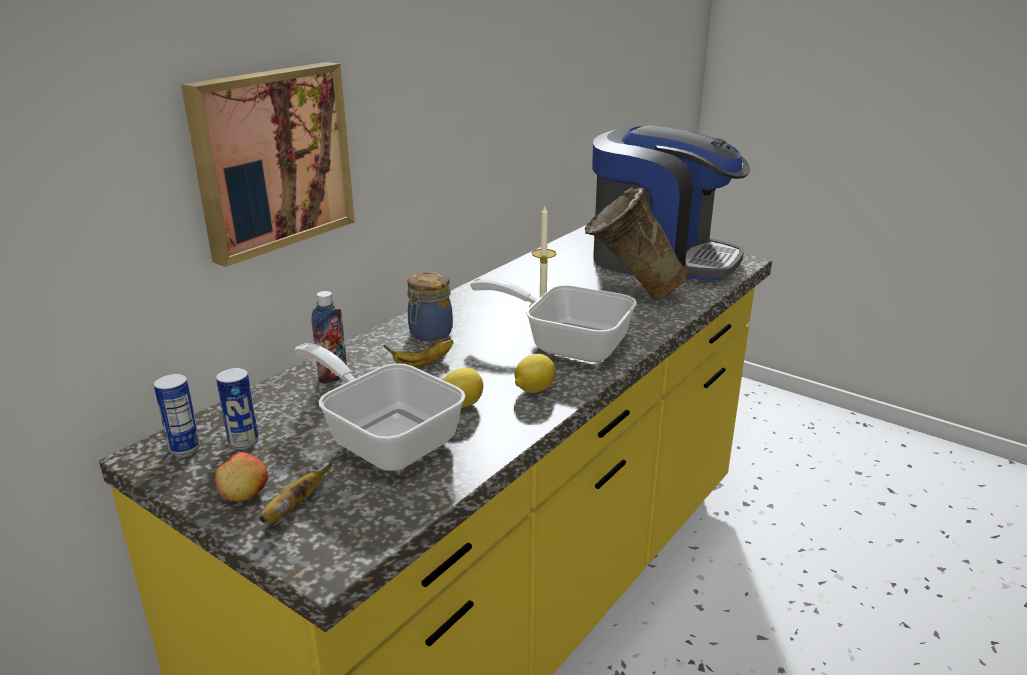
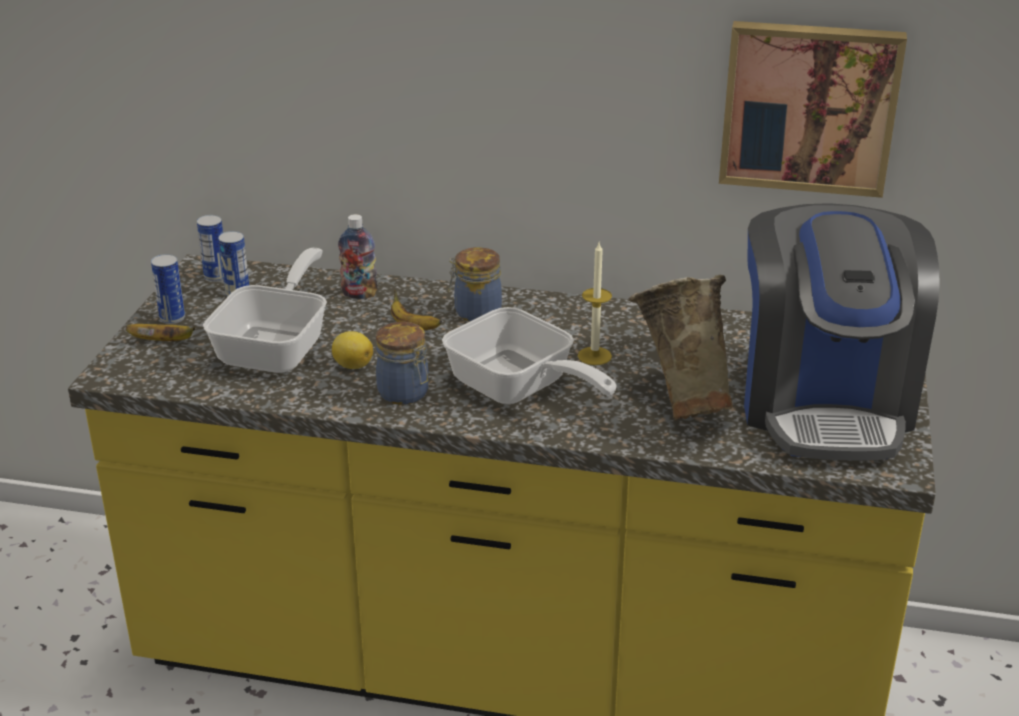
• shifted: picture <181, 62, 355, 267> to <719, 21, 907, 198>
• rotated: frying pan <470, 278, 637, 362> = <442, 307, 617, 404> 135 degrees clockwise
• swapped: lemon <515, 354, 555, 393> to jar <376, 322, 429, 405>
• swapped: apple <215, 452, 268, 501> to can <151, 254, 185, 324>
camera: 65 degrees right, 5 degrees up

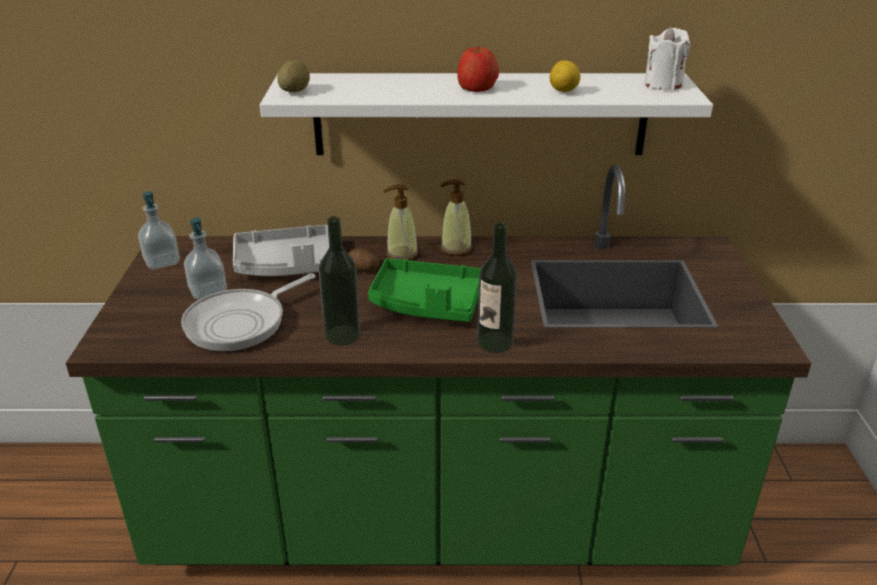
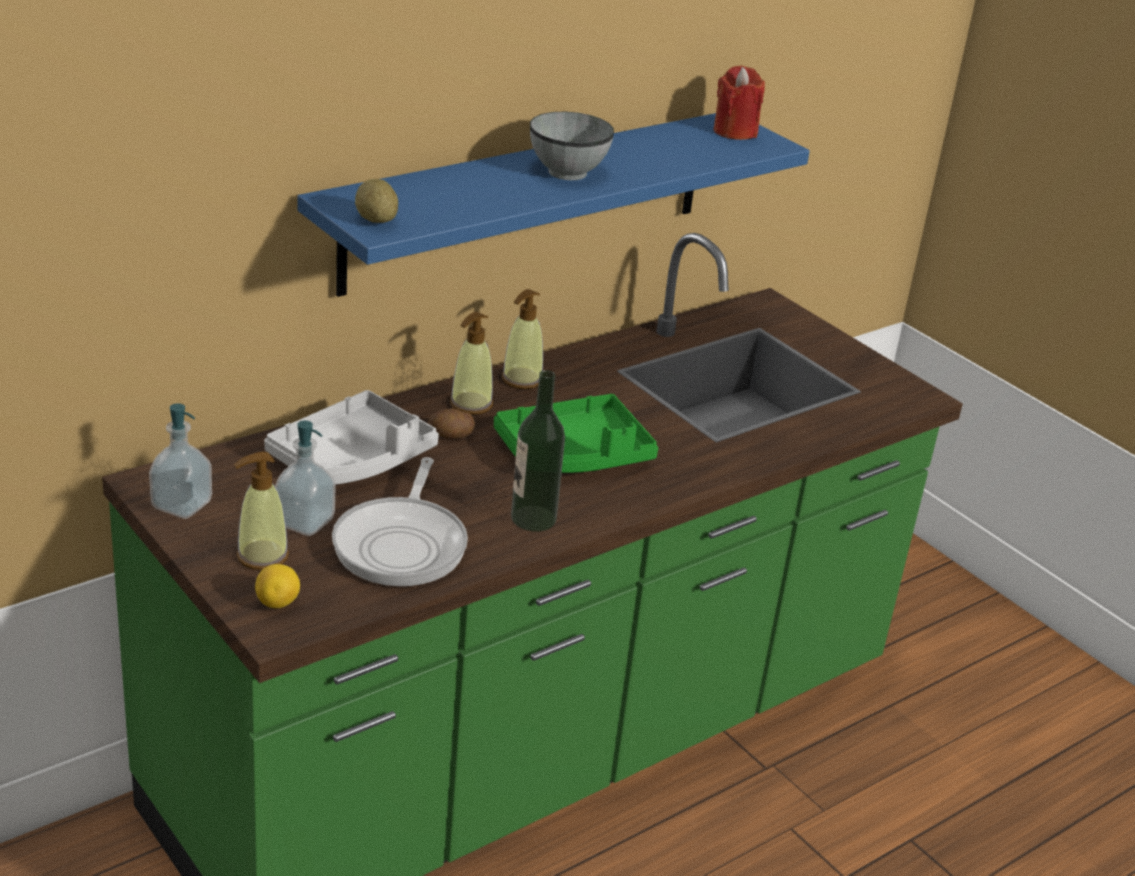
• repainted: white candle <644, 27, 690, 90> to red candle <714, 65, 765, 140>
• swapped: apple <457, 47, 499, 92> to grey bowl <530, 112, 614, 180>
• shifted: lemon <550, 60, 580, 92> to <255, 564, 300, 608>
• repainted: white shelf <260, 73, 713, 155> to blue shelf <297, 113, 810, 297>
• gone: bottle <477, 222, 517, 353>
• new: soap dispenser <234, 452, 289, 570>
camera: 40 degrees left, 0 degrees up

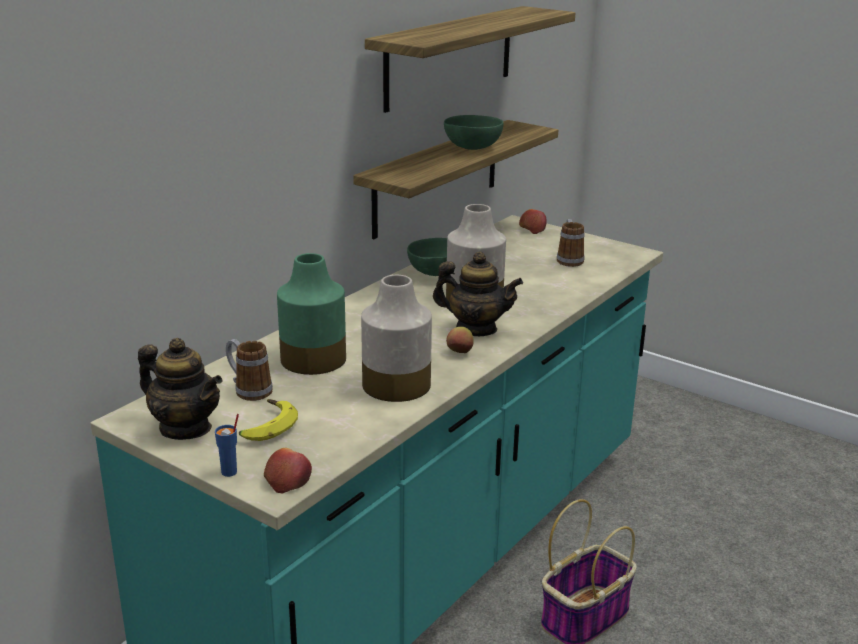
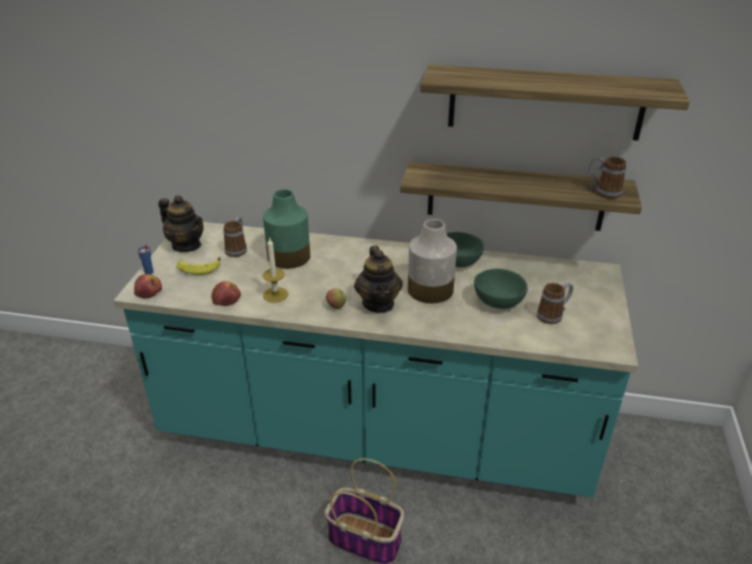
• shifted: green bowl <444, 115, 503, 150> to <474, 269, 528, 309>
• shifted: apple <519, 209, 547, 234> to <212, 281, 241, 306>
• swapped: beige vase <361, 275, 432, 402> to candle <263, 237, 288, 303>
• rotated: teapot <138, 338, 223, 440> = <158, 195, 204, 252> 60 degrees counterclockwise
• new: mug <589, 157, 626, 199>
camera: 65 degrees right, 10 degrees up

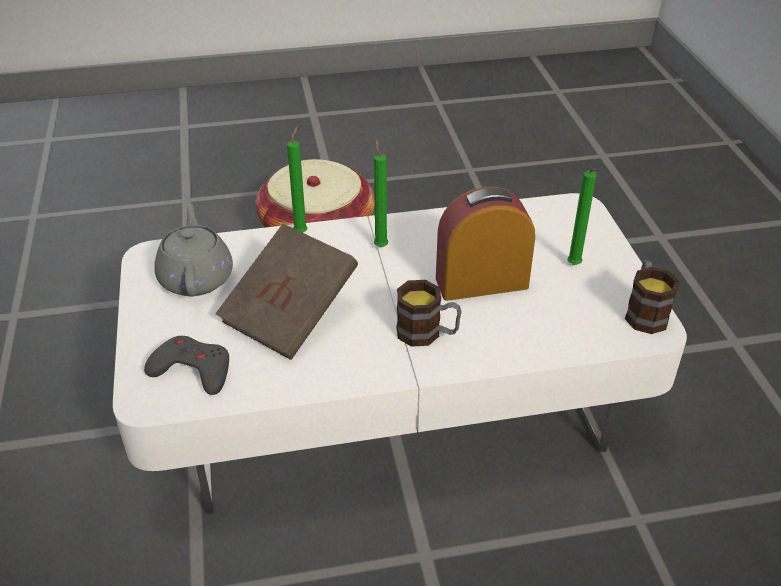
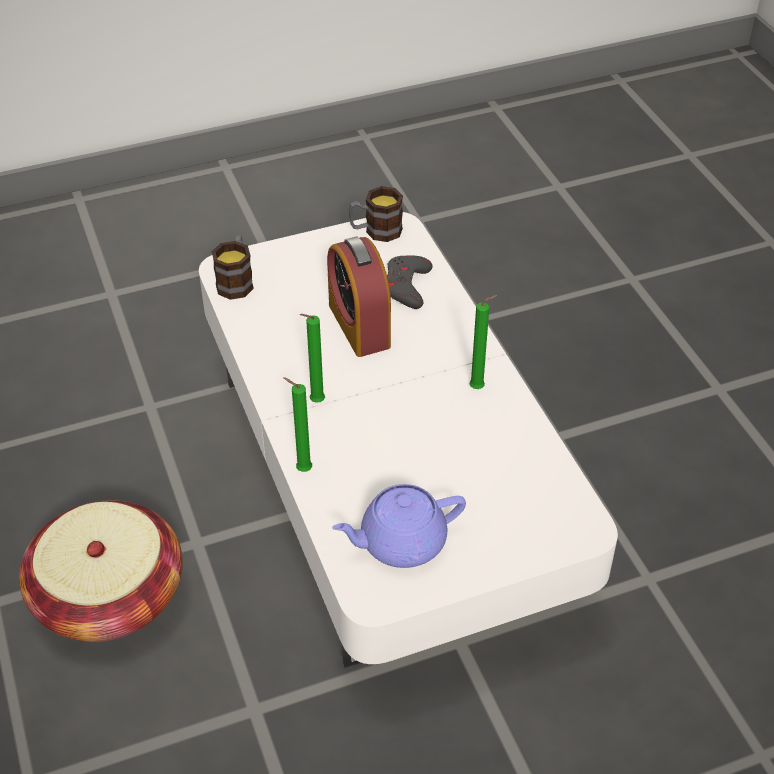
• shifted: green candle <567, 169, 597, 265> to <469, 295, 497, 389>
• repainted: grey teapot <154, 204, 233, 297> to purple teapot <332, 484, 466, 568>
• gone: brown book <215, 224, 358, 360>
• shifted: mug <396, 280, 461, 347> to <212, 235, 254, 300>
• shifted: grey game controller <144, 336, 229, 395> to <387, 255, 433, 309>
camera: 100 degrees left, 5 degrees up

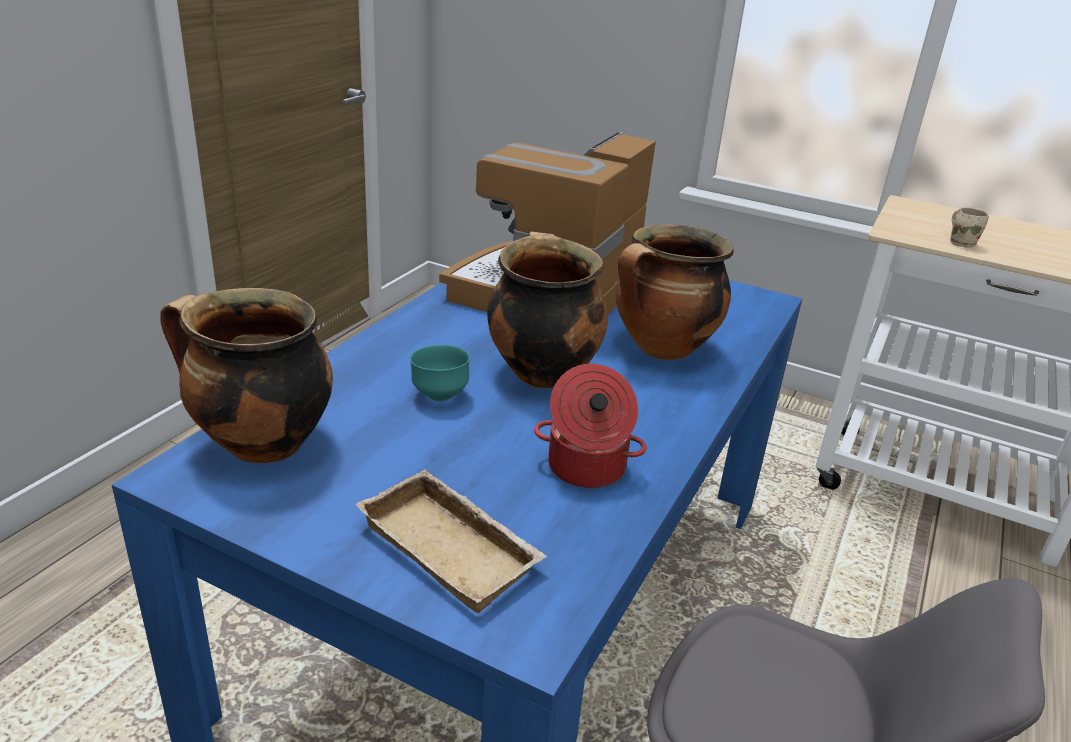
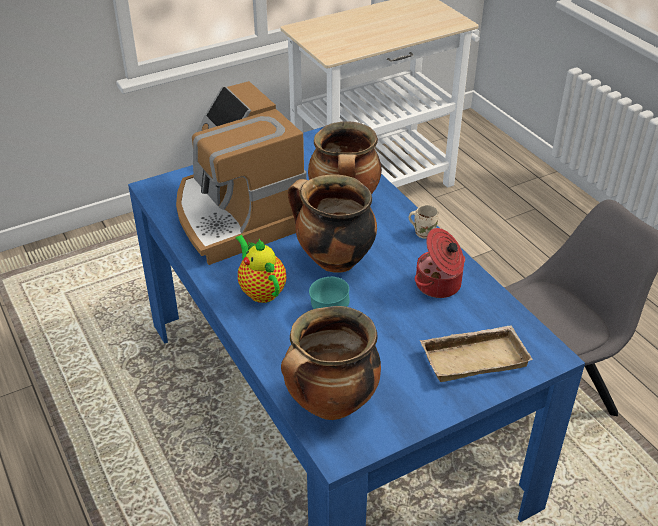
• shifted: beige mug <950, 207, 989, 248> to <409, 205, 439, 239>
• new: teapot <236, 235, 286, 303>
camera: 55 degrees left, 10 degrees up

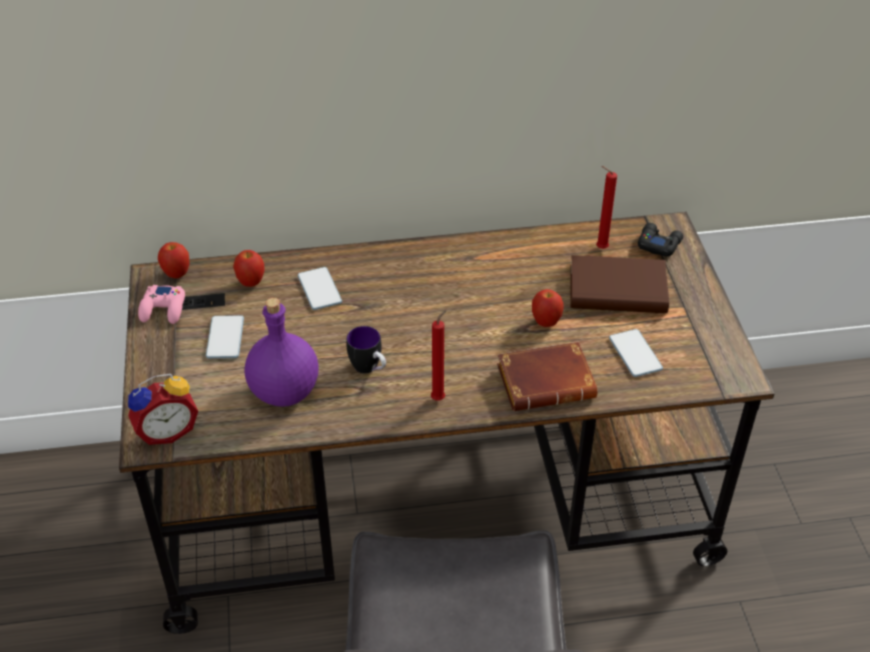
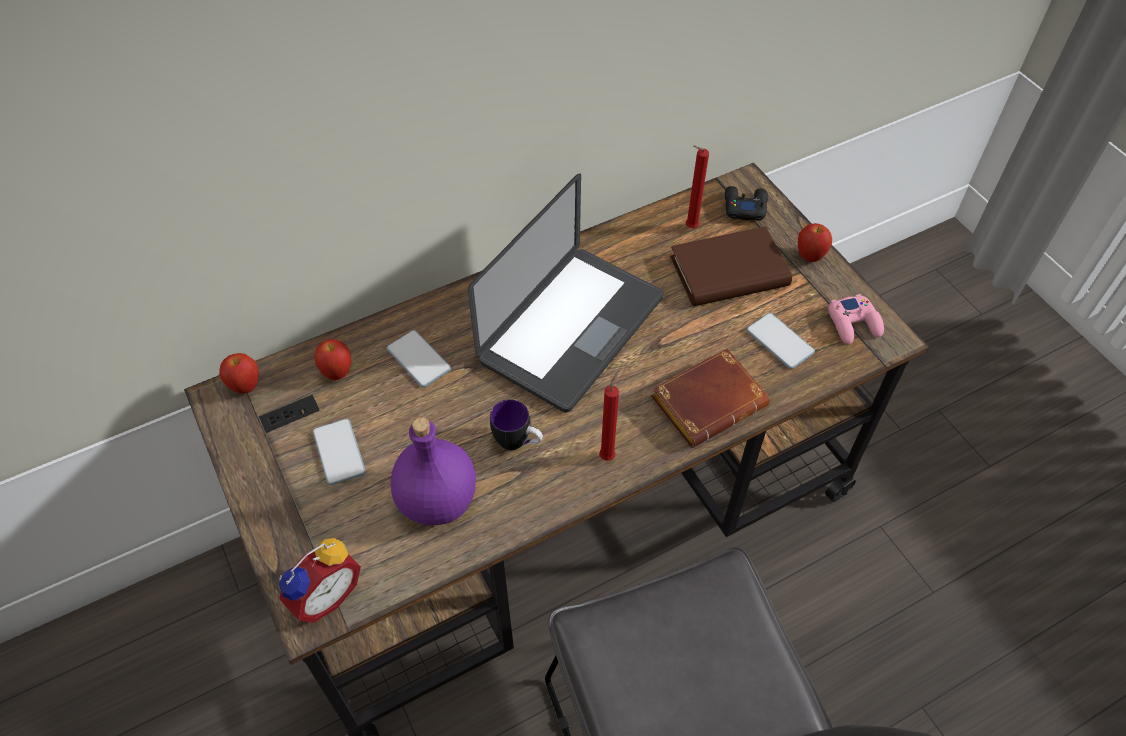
• shifted: pink game controller <138, 285, 185, 324> to <828, 294, 884, 345>
• shifted: apple <532, 289, 564, 327> to <798, 223, 832, 262>
• new: laptop <468, 173, 664, 413>
camera: 20 degrees left, 10 degrees up

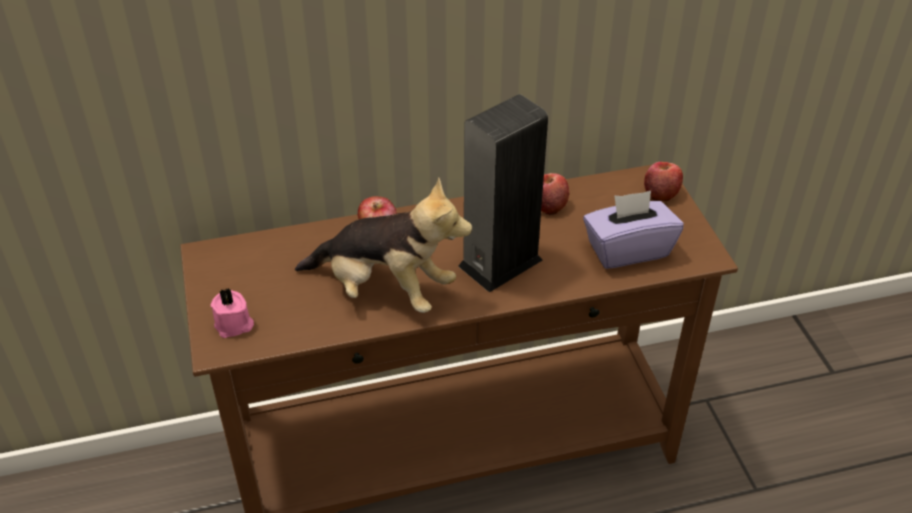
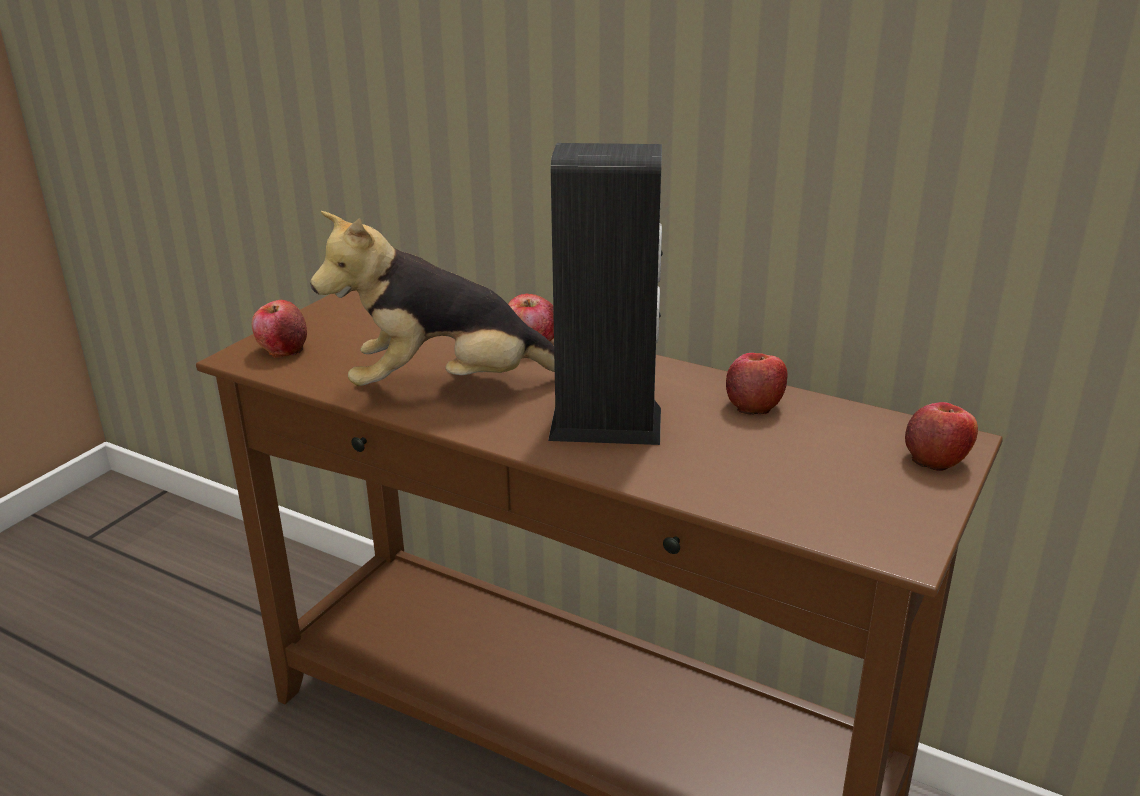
• rotated: plush toy <295, 177, 472, 313> = <310, 211, 555, 386> 105 degrees clockwise
• gone: purple tissue box <583, 191, 684, 269>
• swapped: pink candle <211, 288, 254, 338> to apple <252, 300, 307, 358>
camera: 45 degrees right, 15 degrees down

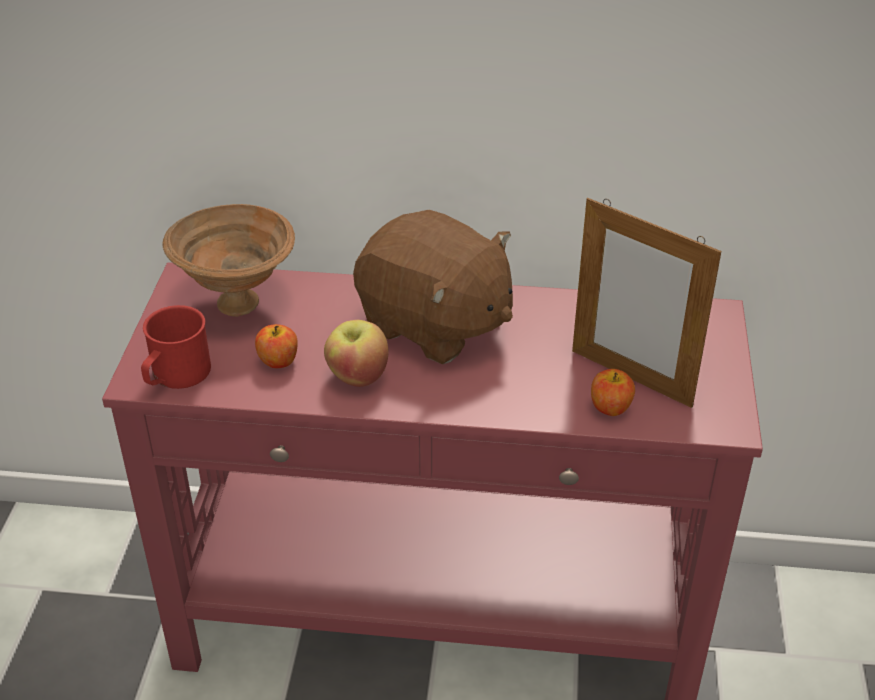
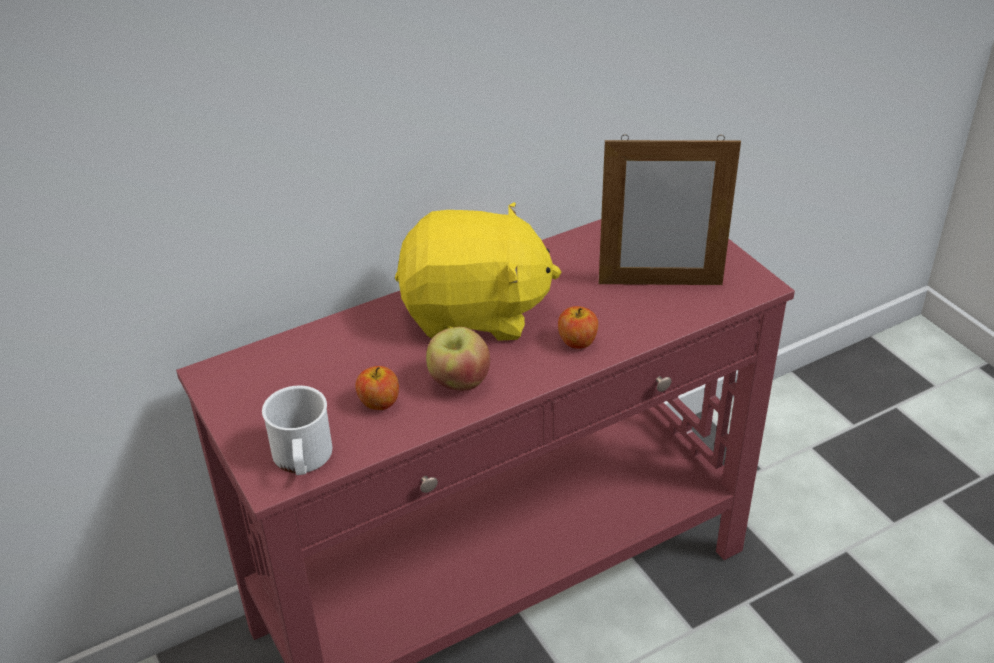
• gone: brown bowl <162, 204, 295, 317>
• repainted: brown plush toy <353, 210, 513, 364> to yellow plush toy <395, 202, 561, 341>
• repainted: red mug <141, 305, 211, 389> to white mug <262, 386, 332, 475>
• shifted: apple <591, 369, 635, 416> to <558, 306, 598, 349>
camera: 35 degrees left, 0 degrees up

